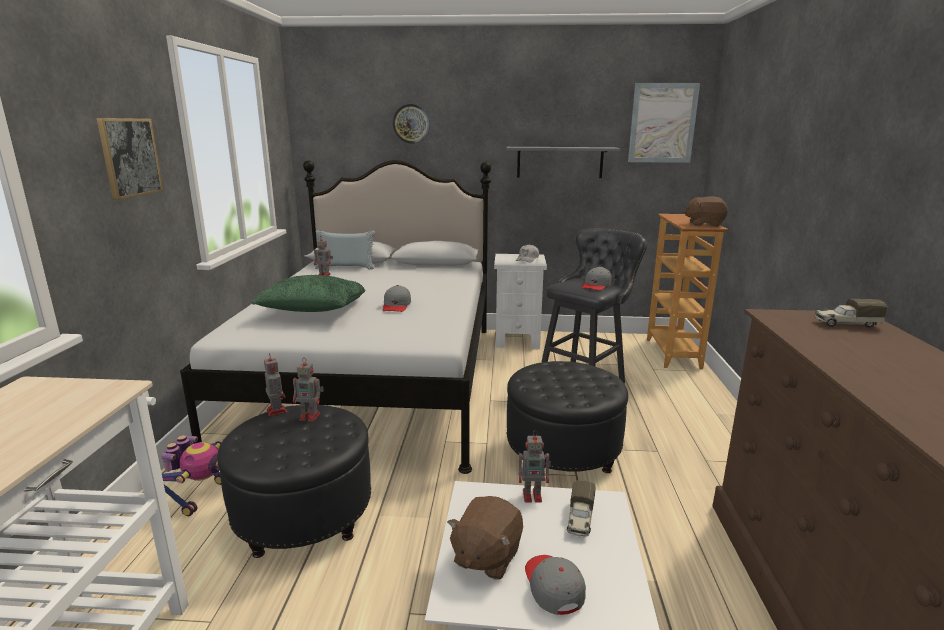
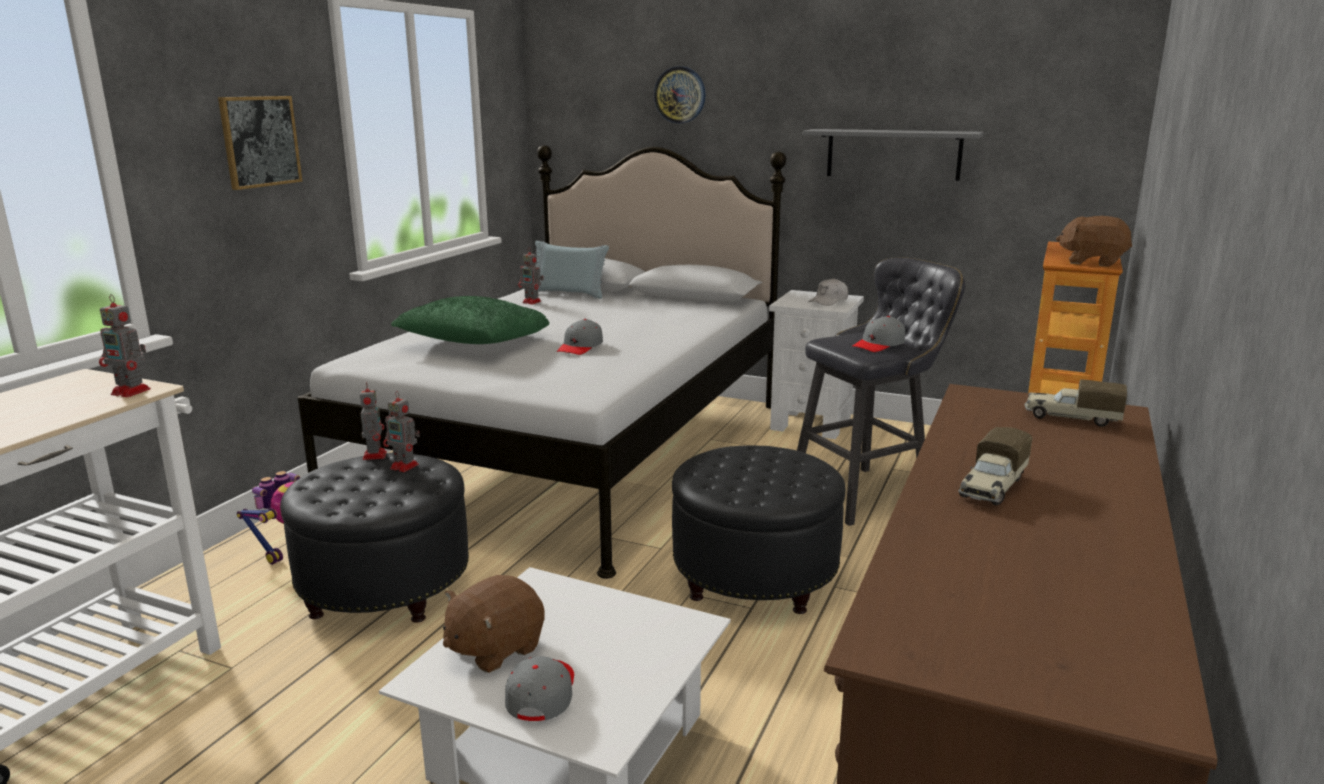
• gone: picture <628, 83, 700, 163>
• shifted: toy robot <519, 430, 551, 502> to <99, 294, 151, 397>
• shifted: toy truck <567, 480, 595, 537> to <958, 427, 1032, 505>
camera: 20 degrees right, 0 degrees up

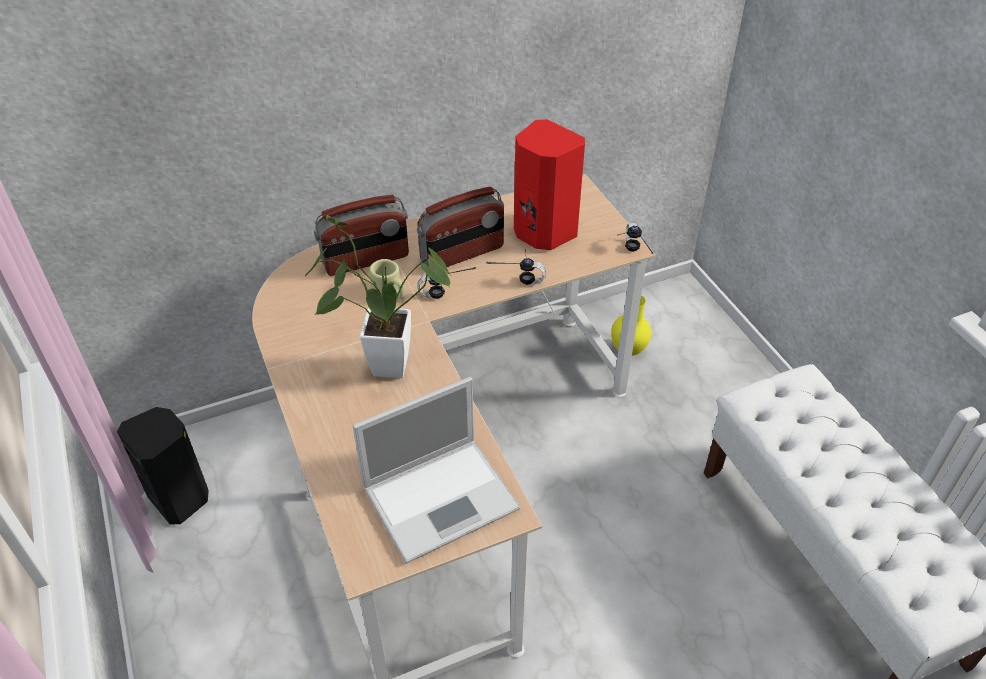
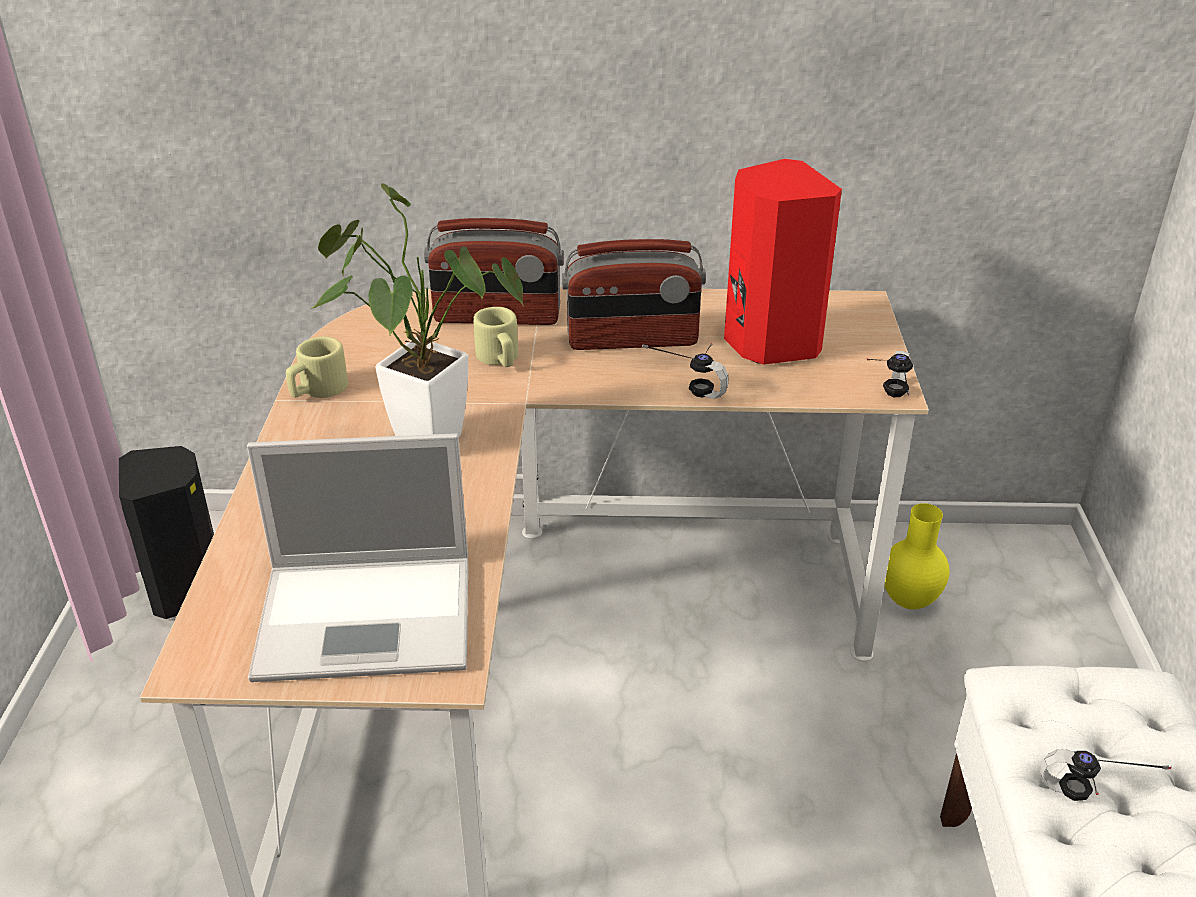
• shifted: headphones <417, 267, 476, 299> to <1040, 749, 1171, 801>
• new: beige mug <286, 336, 348, 398>
camera: 25 degrees right, 10 degrees down

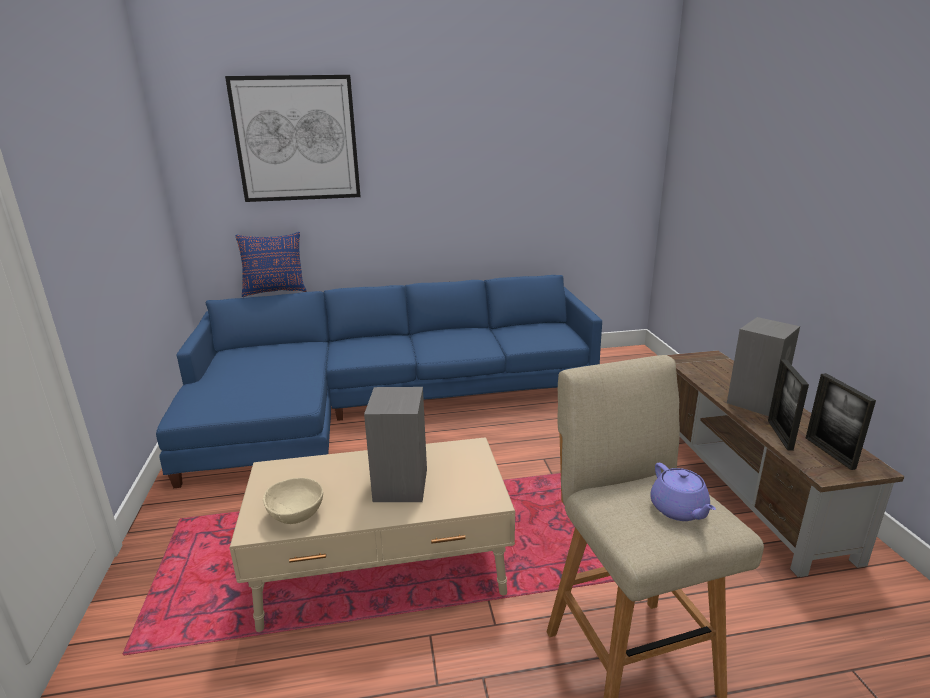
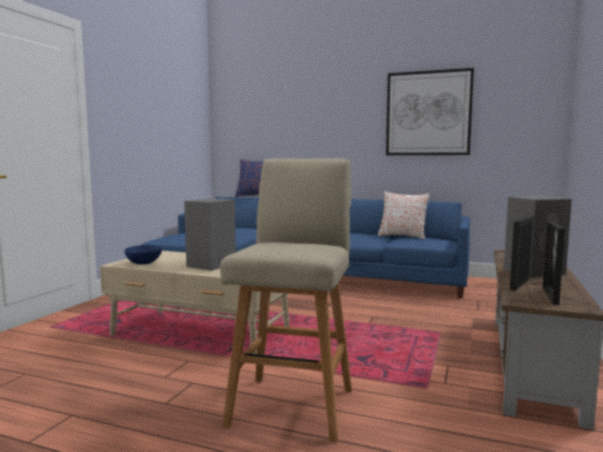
• shifted: picture <225, 75, 361, 202> to <386, 68, 474, 155>
• gone: purple teapot <650, 463, 716, 521>
• repainted: beige bowl <263, 478, 323, 524> to blue bowl <124, 245, 162, 265>
• new: white pillow <378, 191, 430, 239>
camera: 30 degrees right, 15 degrees down

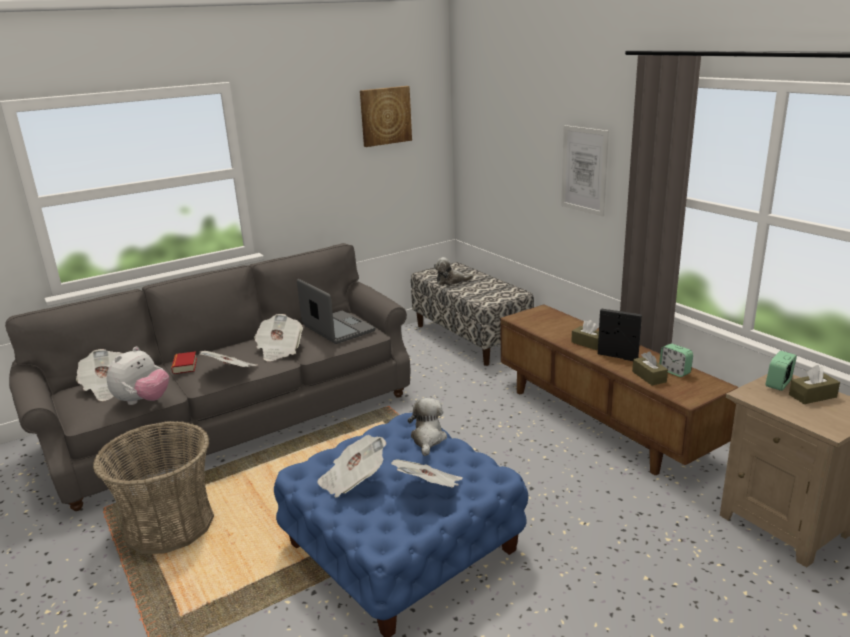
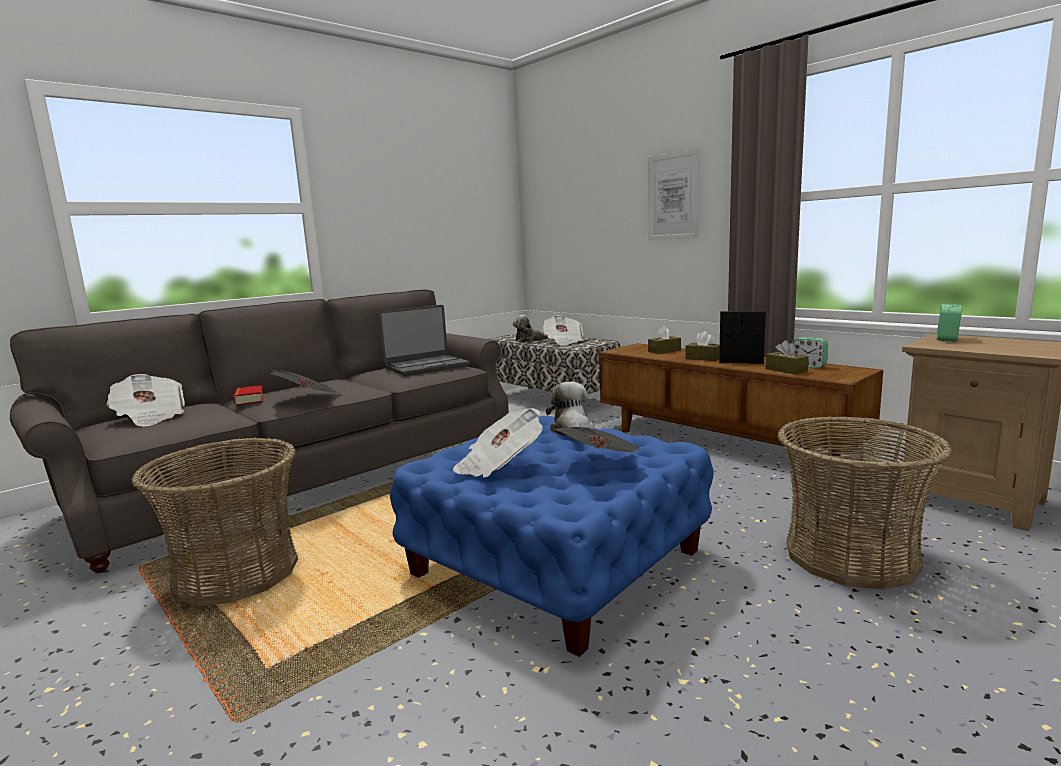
• gone: picture <360, 86, 412, 147>
• rotated: laptop <297, 279, 376, 344> = <378, 305, 470, 376> 105 degrees clockwise
• shifted: newspaper <254, 314, 303, 361> to <543, 315, 583, 346>
• gone: plush toy <107, 347, 169, 405>
• shifted: brown tissue box <789, 365, 840, 404> to <648, 326, 681, 354>
• new: basket <777, 416, 952, 590>
camera: 10 degrees left, 10 degrees down

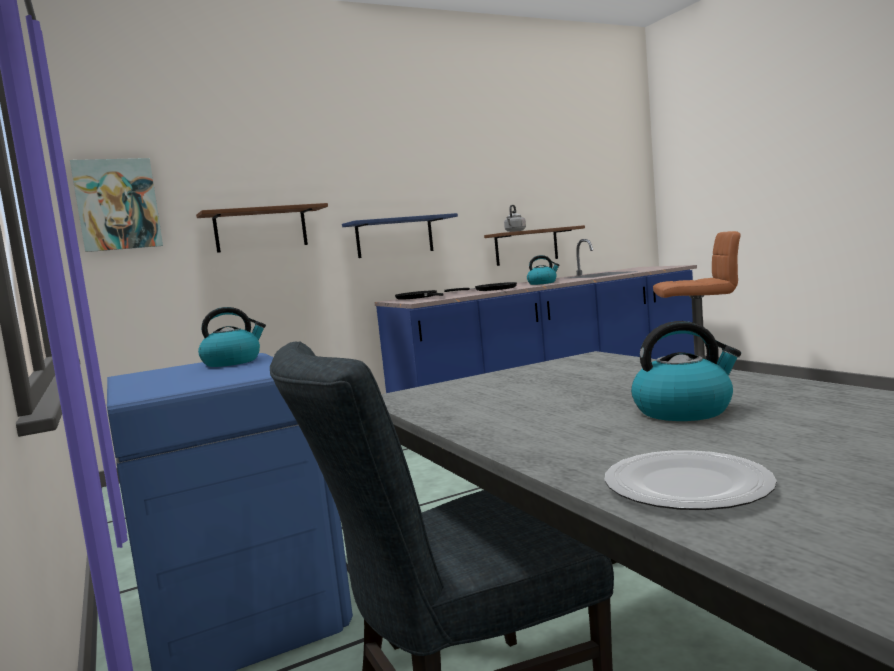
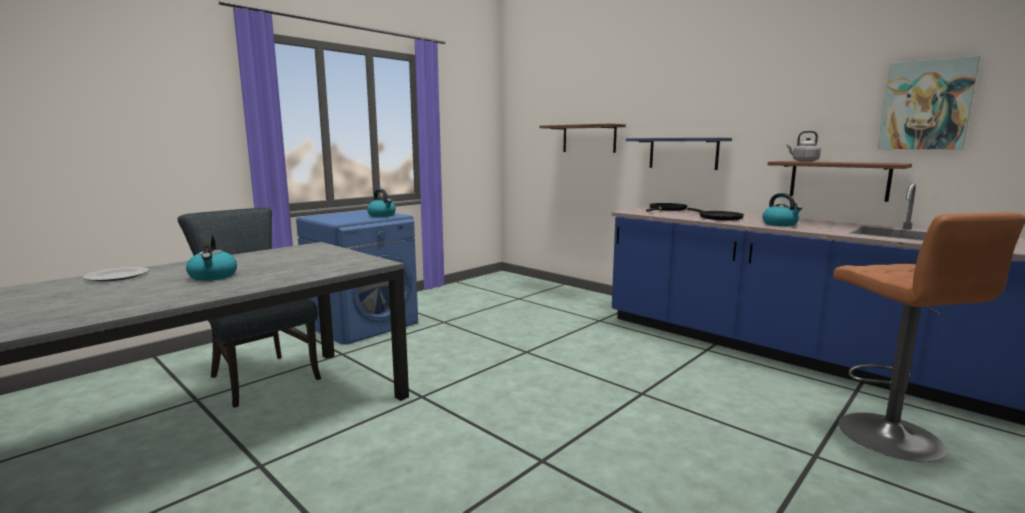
• shifted: picture <70, 158, 163, 252> to <877, 56, 980, 150>
camera: 70 degrees right, 5 degrees up

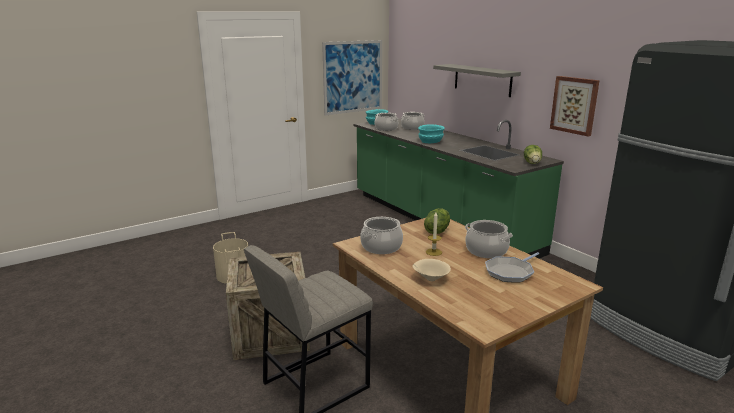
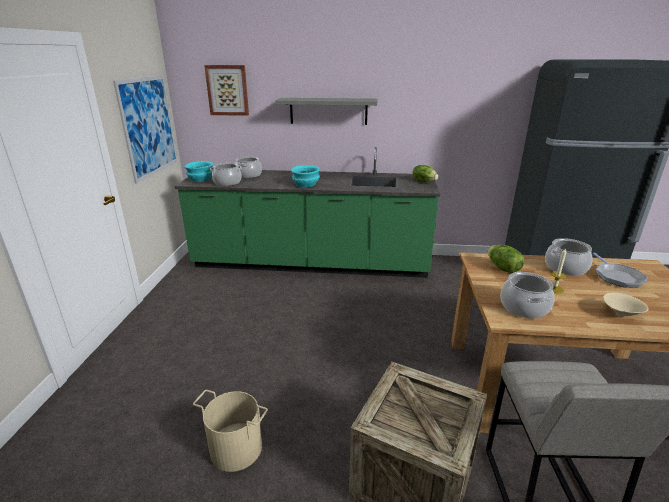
• shifted: picture <550, 76, 600, 137> to <204, 65, 249, 116>
camera: 50 degrees left, 5 degrees up

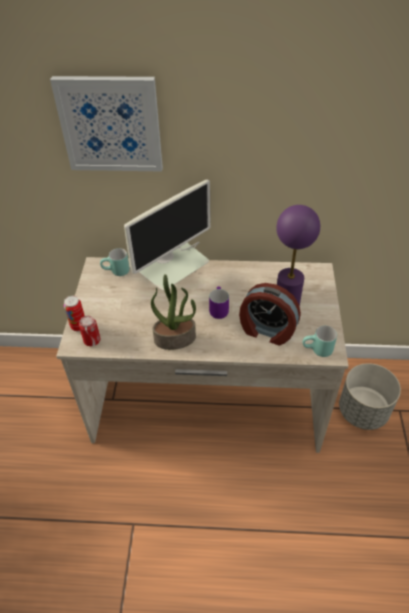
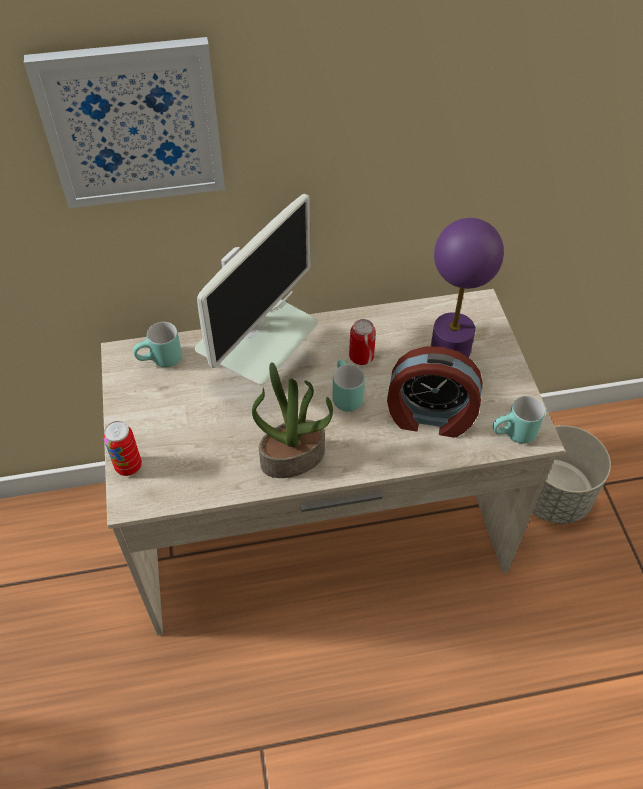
• repainted: purple mug <209, 286, 229, 319> to turquoise mug <333, 360, 365, 412>
• shifted: can <79, 315, 101, 346> to <349, 319, 376, 365>
camera: 15 degrees left, 5 degrees up

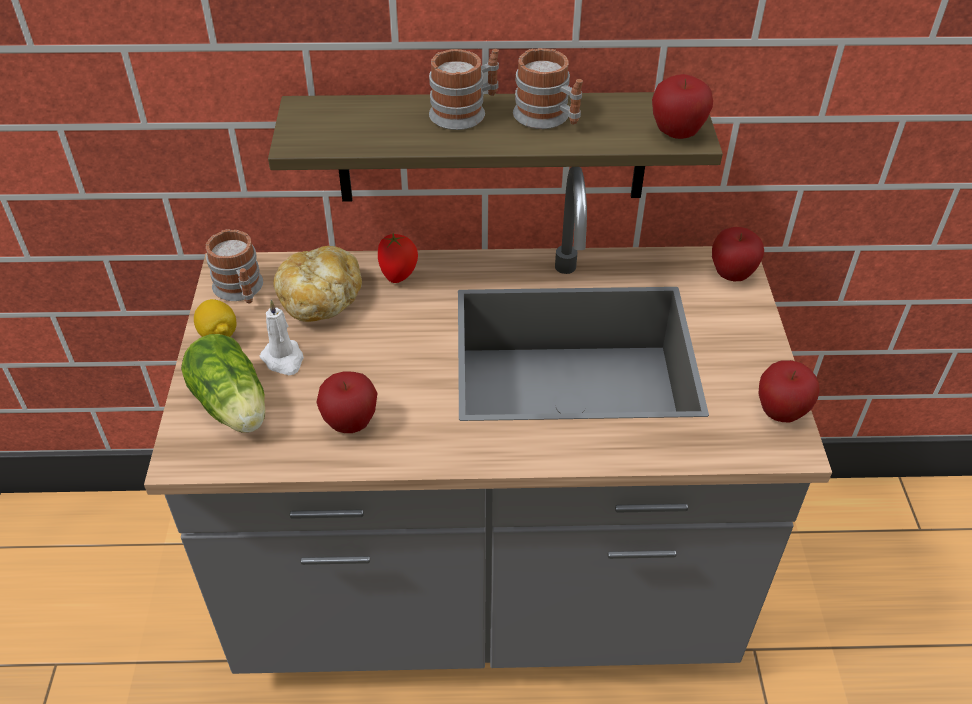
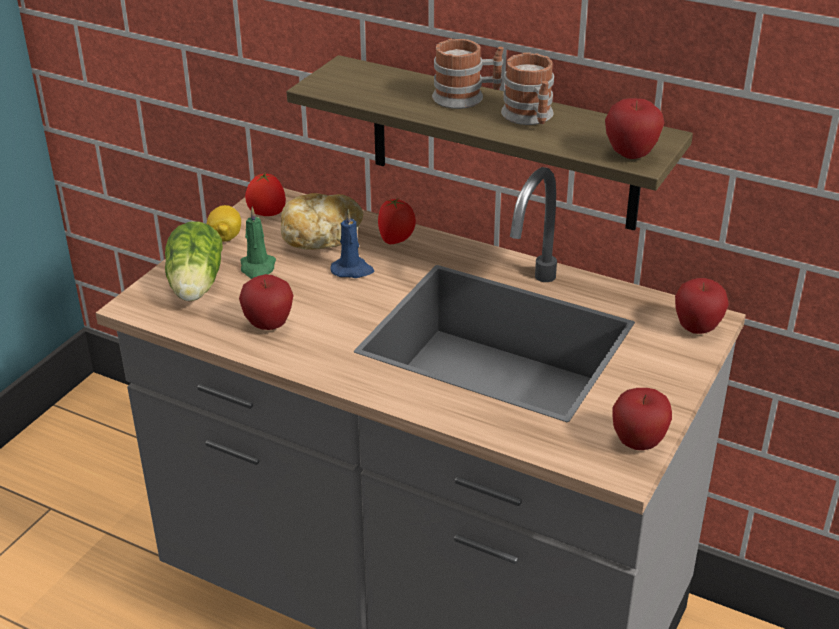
• swapped: mug <206, 229, 263, 304> to tomato <245, 173, 286, 216>
• repainted: white candle <260, 300, 304, 375> to green candle <241, 207, 276, 279>
• new: blue candle <331, 209, 374, 278>
camera: 30 degrees right, 10 degrees down

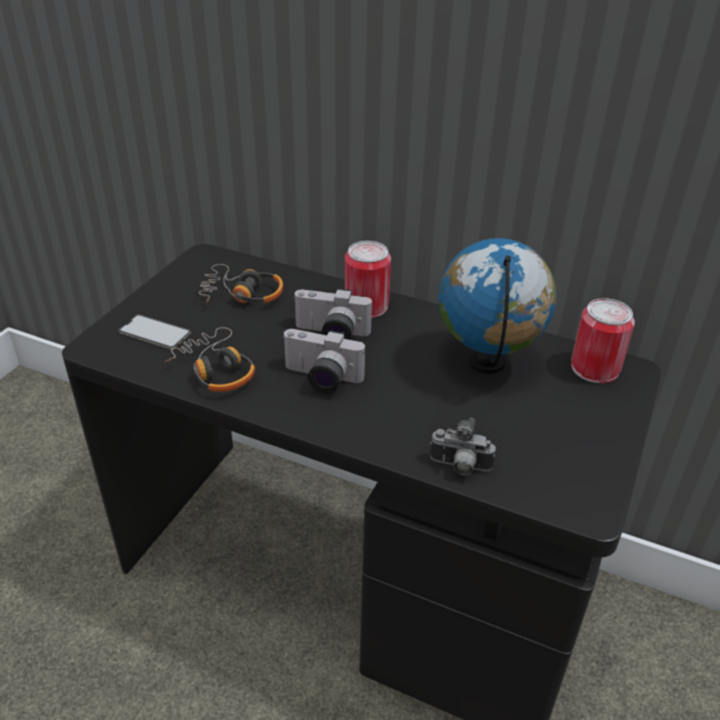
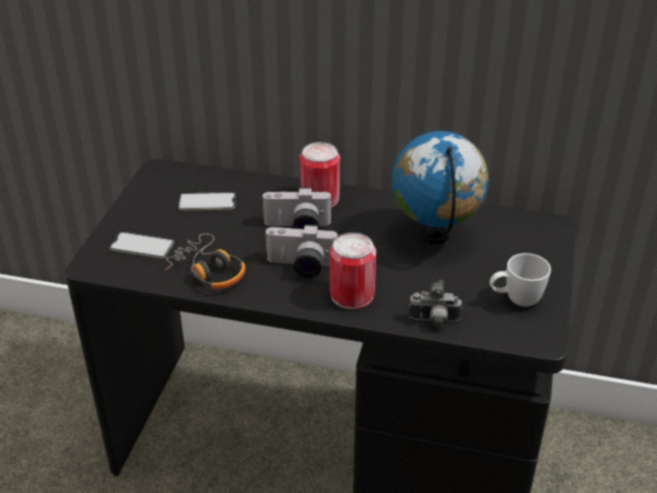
• swapped: headphones <199, 264, 283, 303> to phone <178, 192, 236, 211>
• shifted: can <571, 298, 635, 383> to <330, 233, 376, 309>
• new: white mug <490, 253, 551, 307>
camera: 10 degrees left, 0 degrees up

